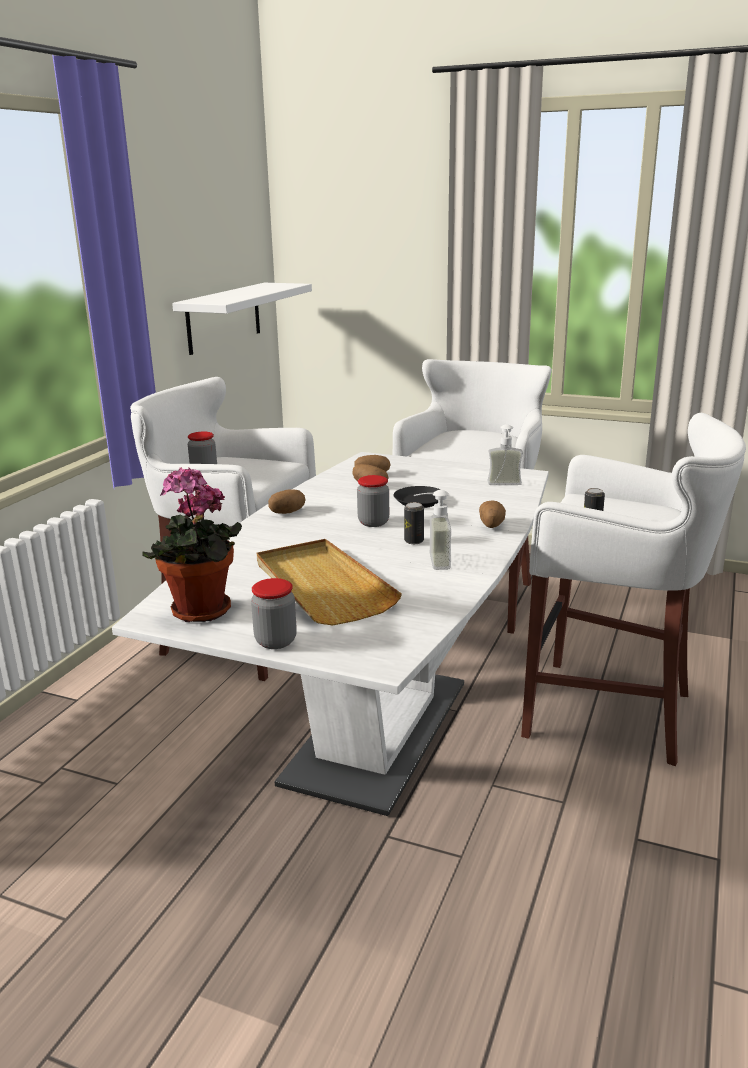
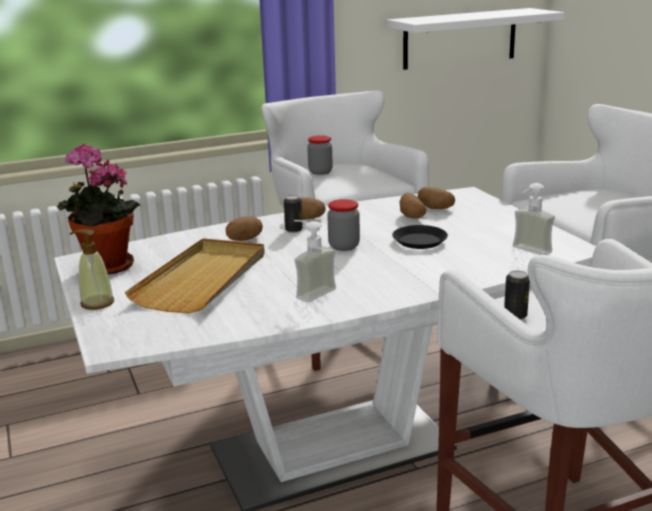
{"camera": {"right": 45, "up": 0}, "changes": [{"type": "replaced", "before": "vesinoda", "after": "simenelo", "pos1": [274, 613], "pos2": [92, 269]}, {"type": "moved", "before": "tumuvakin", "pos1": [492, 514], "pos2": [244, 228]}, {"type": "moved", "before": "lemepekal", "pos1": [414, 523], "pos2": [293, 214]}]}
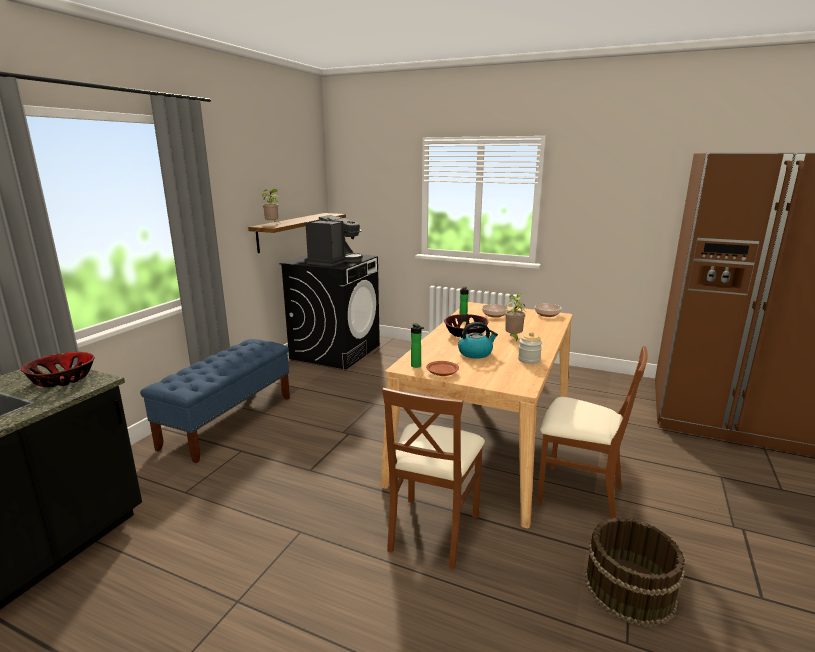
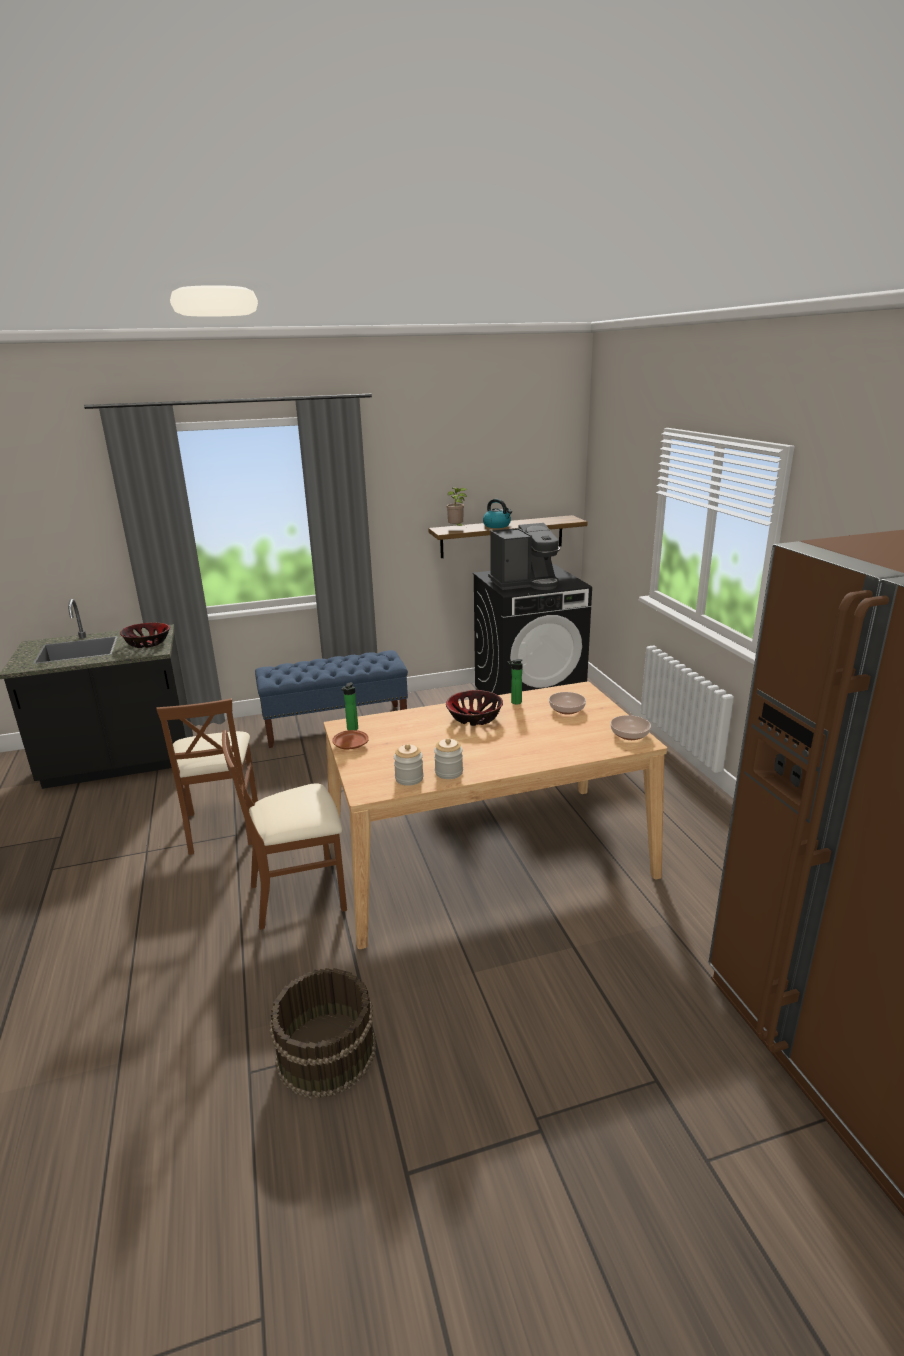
{"camera": {"right": 50, "up": 5}, "changes": [{"type": "moved", "before": "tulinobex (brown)", "pos1": [592, 433], "pos2": [207, 776]}, {"type": "added", "after": "vesinoda", "pos2": [409, 765]}, {"type": "moved", "before": "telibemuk", "pos1": [478, 340], "pos2": [497, 513]}, {"type": "removed", "before": "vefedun", "pos1": [515, 318]}]}
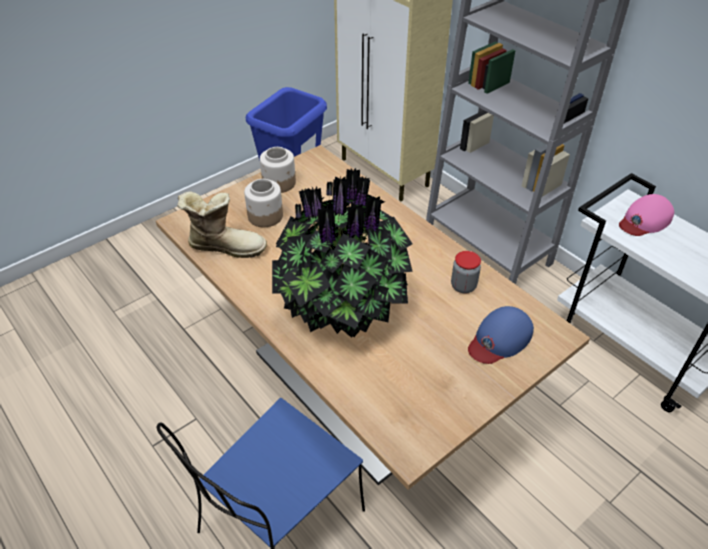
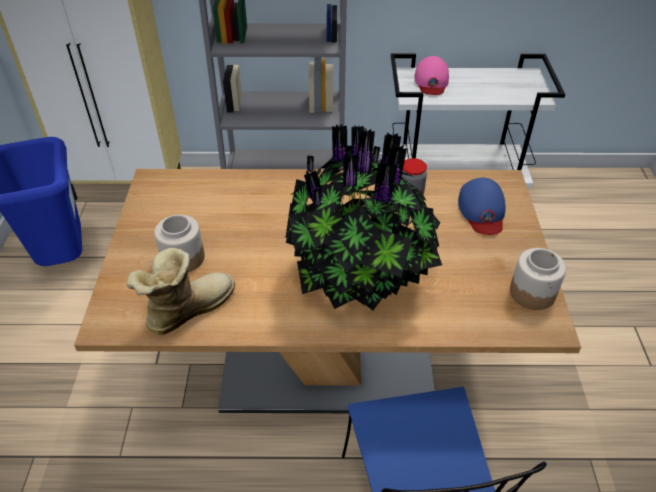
{"camera": {"right": -50, "up": 0}, "changes": [{"type": "moved", "before": "vesinoda", "pos1": [278, 170], "pos2": [538, 279]}]}
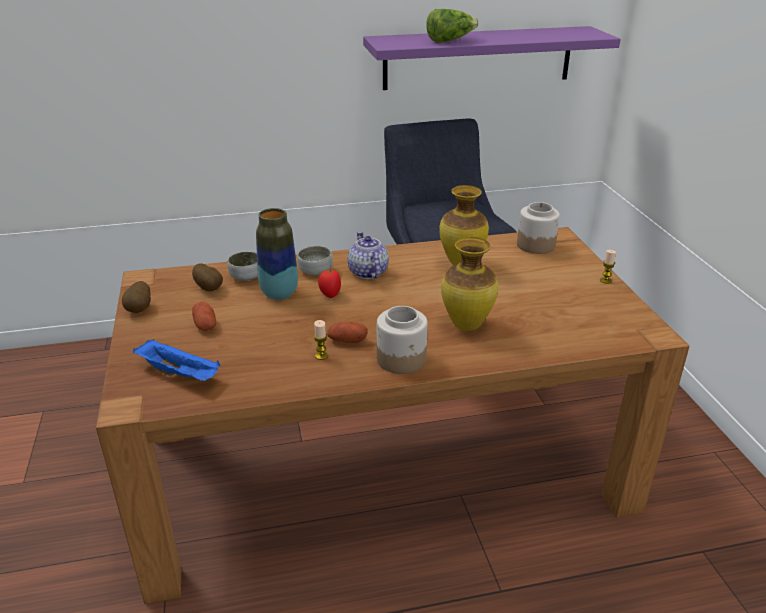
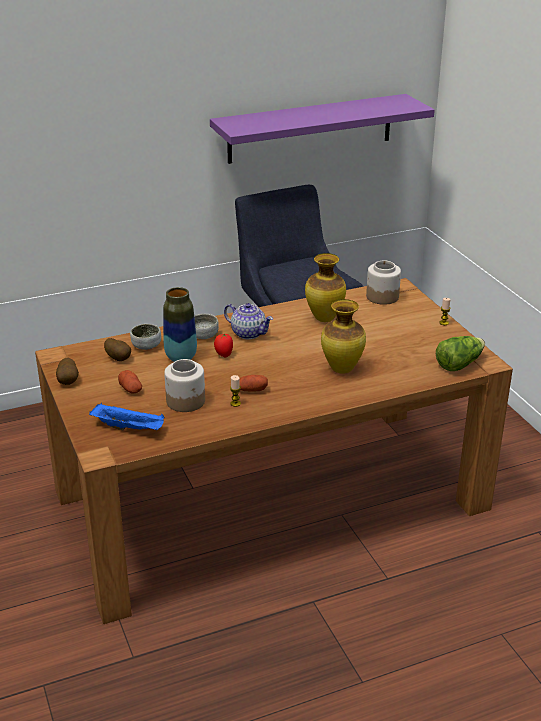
{"camera": {"right": -10, "up": 0}, "changes": [{"type": "moved", "before": "vesinoda", "pos1": [402, 340], "pos2": [184, 385]}, {"type": "turned", "before": "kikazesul", "pos1": [368, 255], "pos2": [248, 321], "turn": 150}, {"type": "moved", "before": "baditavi", "pos1": [452, 26], "pos2": [460, 353]}]}
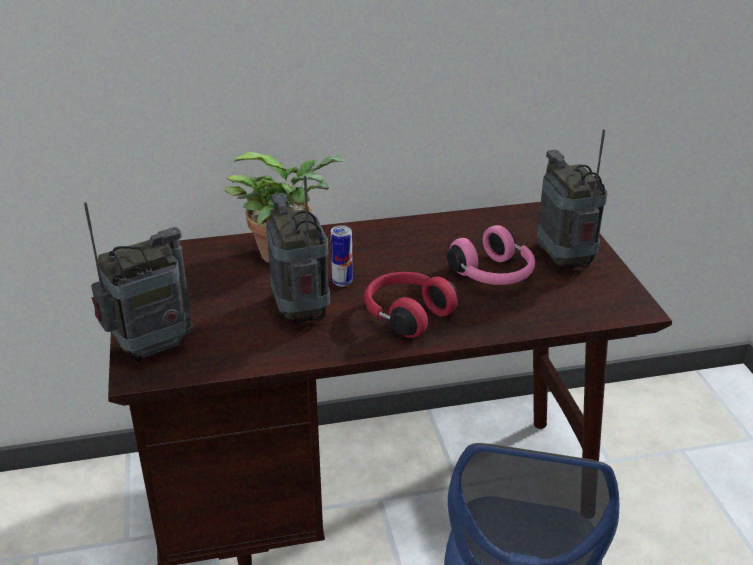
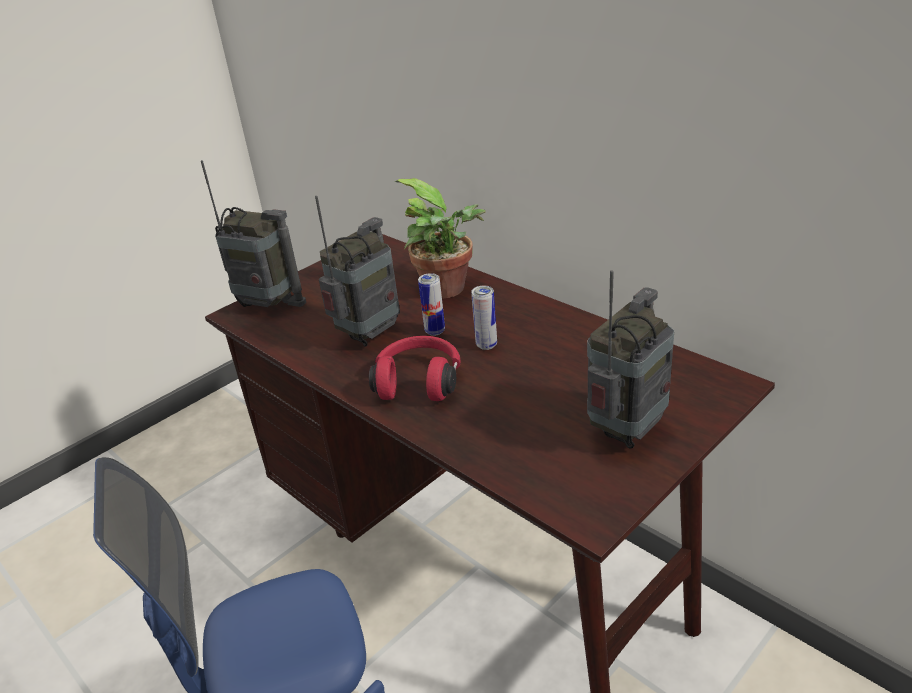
{"camera": {"right": 60, "up": 0}, "changes": [{"type": "added", "after": "lemepekal", "pos2": [484, 317]}, {"type": "removed", "before": "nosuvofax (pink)", "pos1": [491, 255]}]}
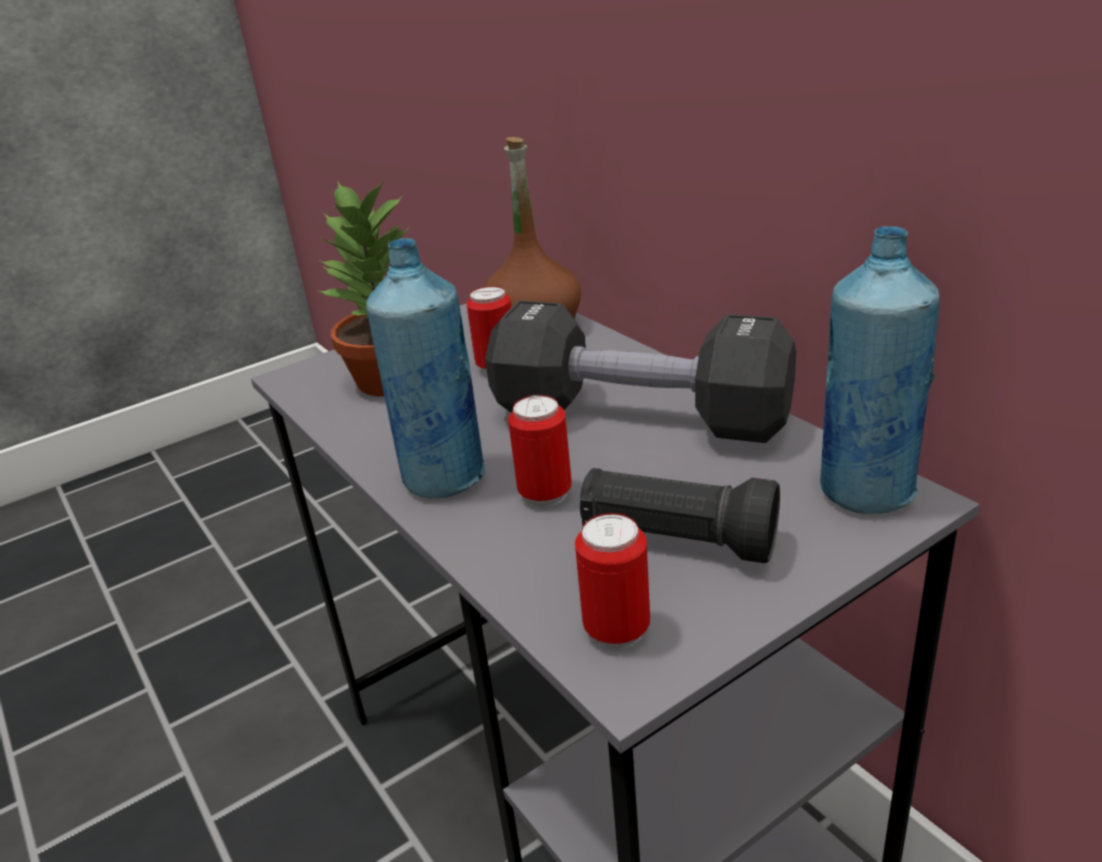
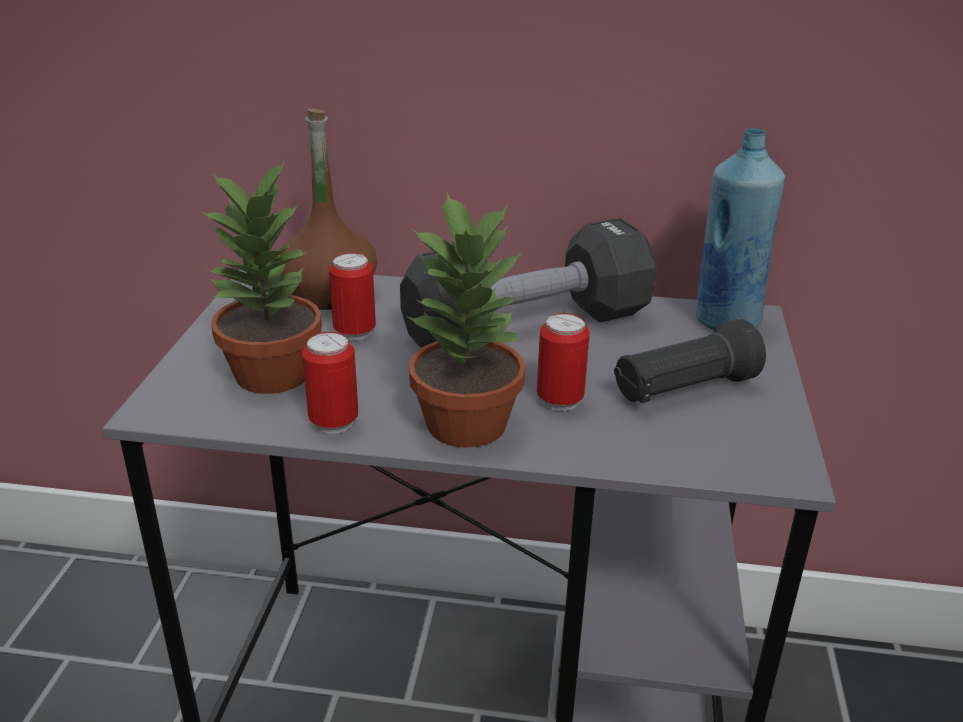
{"camera": {"right": -50, "up": 0}, "changes": [{"type": "moved", "before": "lemepekal", "pos1": [612, 581], "pos2": [330, 383]}, {"type": "replaced", "before": "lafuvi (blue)", "after": "vefedun", "pos1": [425, 368], "pos2": [467, 319]}]}
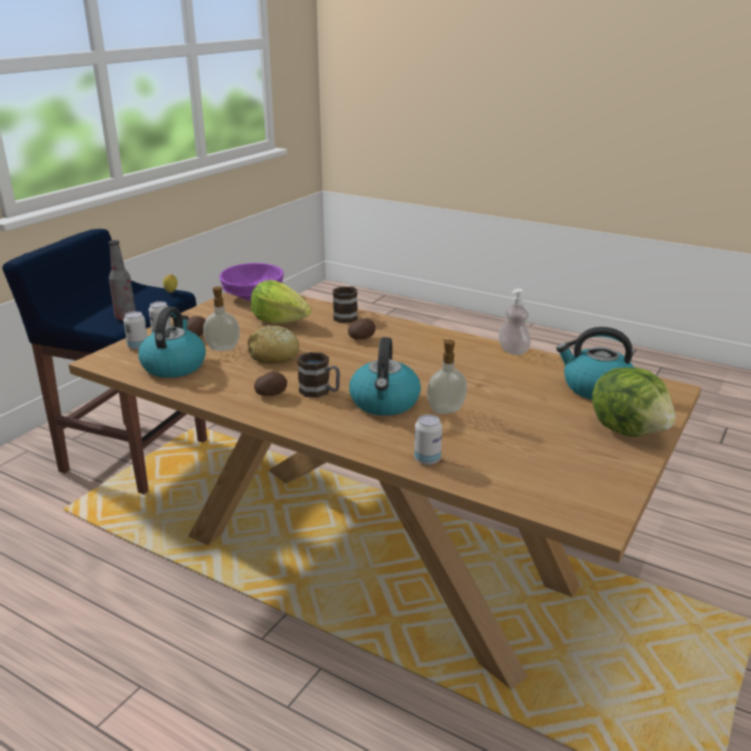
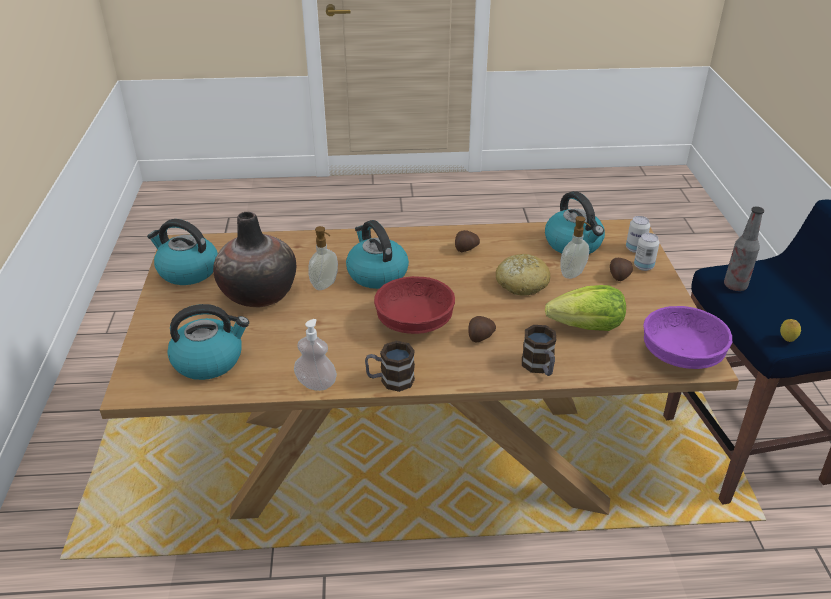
{"camera": {"right": 145, "up": 10}, "changes": [{"type": "added", "after": "telibemuk", "pos2": [182, 252]}, {"type": "added", "after": "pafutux", "pos2": [254, 259]}, {"type": "moved", "before": "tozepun", "pos1": [318, 375], "pos2": [390, 366]}, {"type": "added", "after": "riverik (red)", "pos2": [414, 305]}, {"type": "removed", "before": "lemepekal", "pos1": [428, 439]}, {"type": "removed", "before": "baditavi", "pos1": [634, 402]}]}
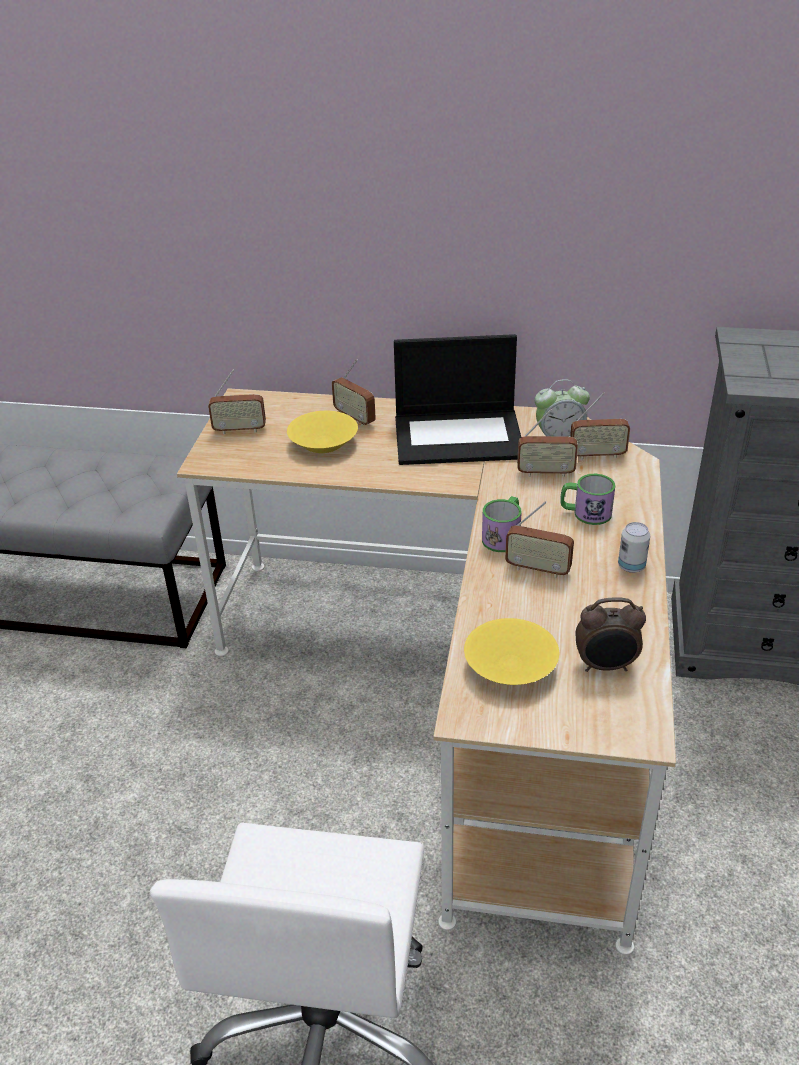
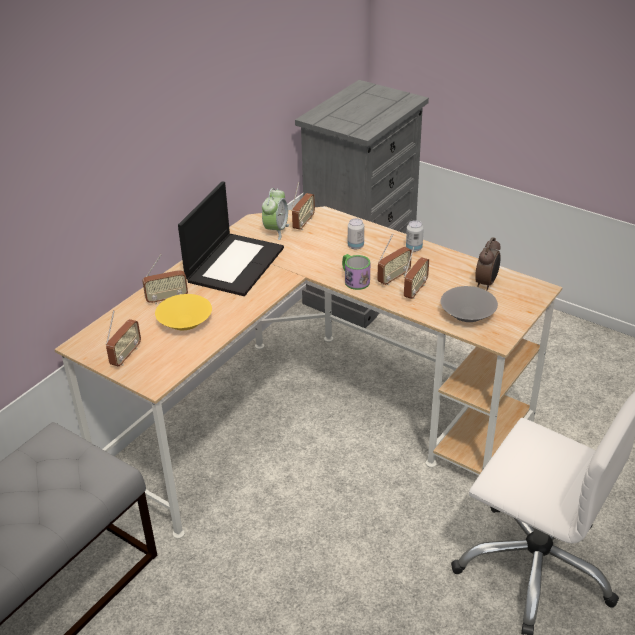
{"camera": {"right": -65, "up": 0}, "changes": [{"type": "replaced", "before": "tozepun", "after": "lemepekal", "pos1": [588, 499], "pos2": [356, 234]}, {"type": "moved", "before": "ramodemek", "pos1": [547, 443], "pos2": [416, 272]}, {"type": "recoloured", "before": "riverik (yellow)", "after": "riverik (grey)", "pos1": [512, 651], "pos2": [469, 304]}]}
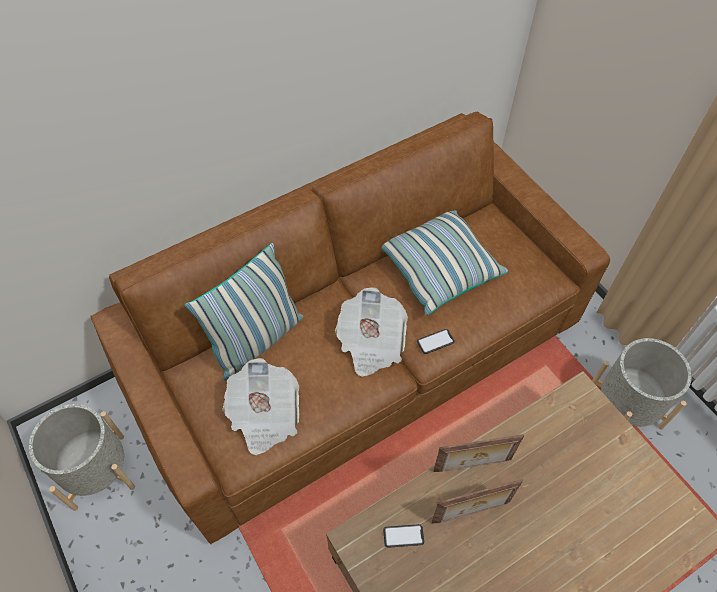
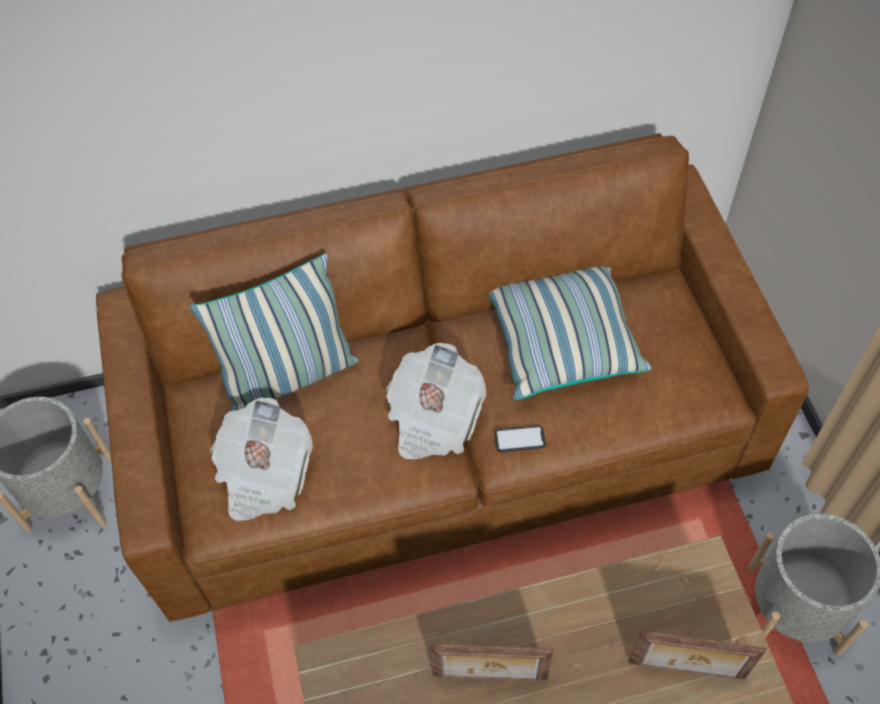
{"camera": {"right": 20, "up": 0}, "changes": [{"type": "moved", "before": "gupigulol", "pos1": [478, 453], "pos2": [698, 655]}, {"type": "removed", "before": "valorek", "pos1": [403, 536]}]}
